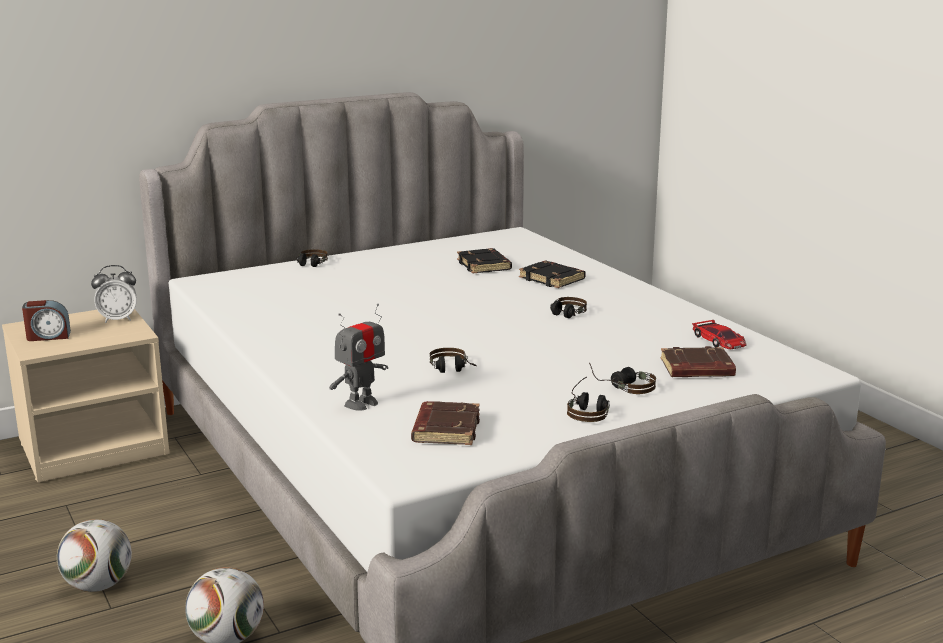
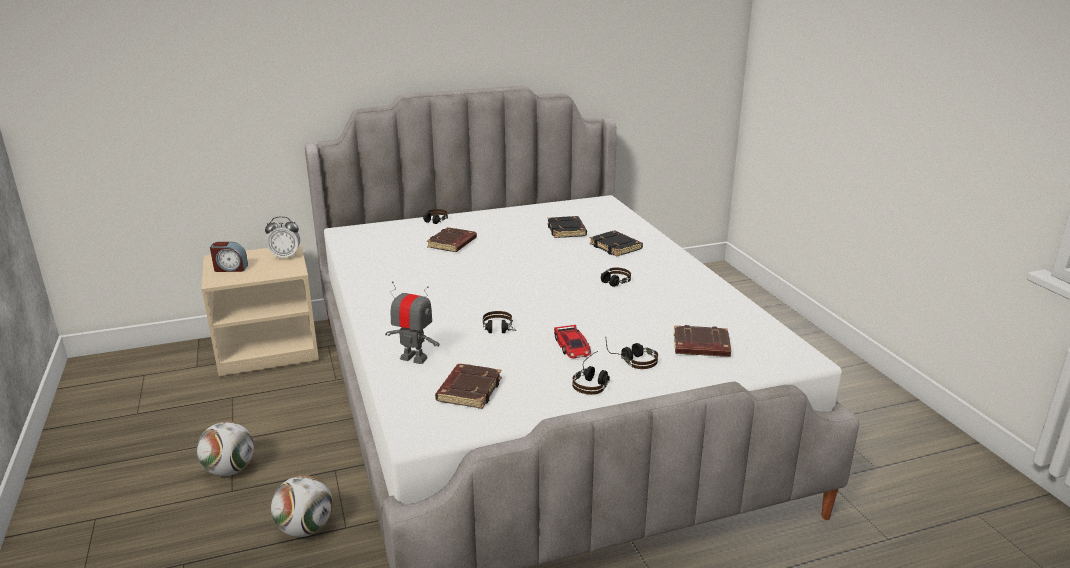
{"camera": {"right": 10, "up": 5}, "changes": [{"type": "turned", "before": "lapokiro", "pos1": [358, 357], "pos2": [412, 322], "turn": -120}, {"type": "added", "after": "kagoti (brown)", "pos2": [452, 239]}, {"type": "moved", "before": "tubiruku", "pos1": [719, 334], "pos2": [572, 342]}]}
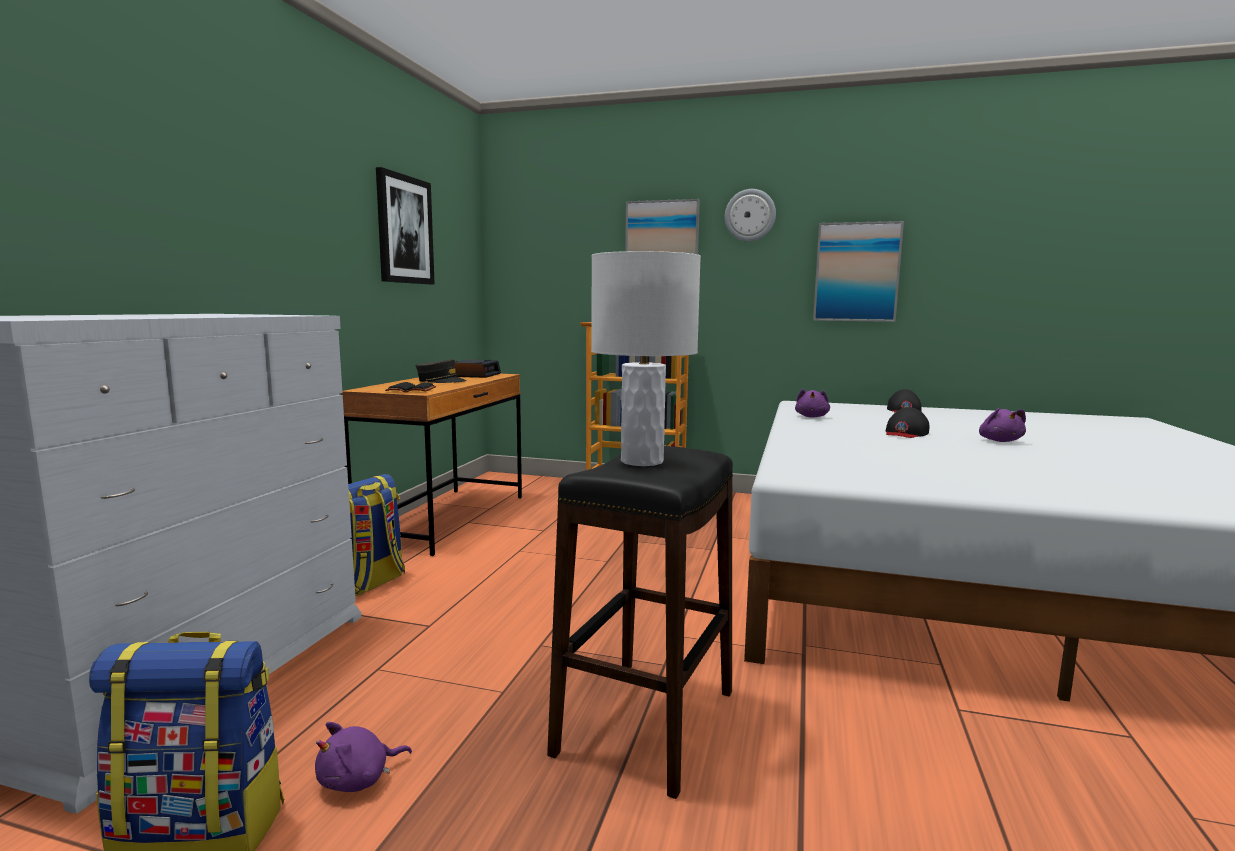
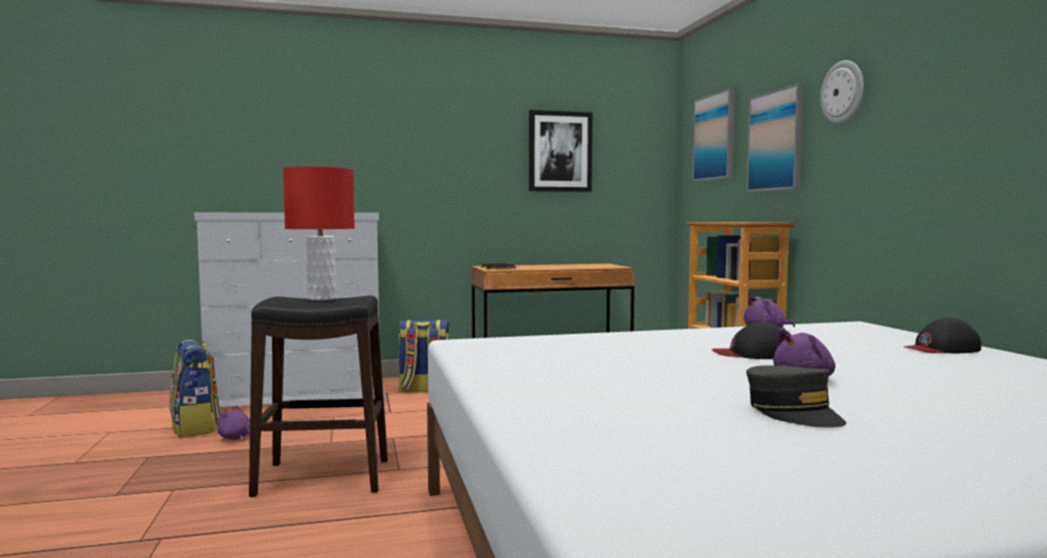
{"camera": {"right": 60, "up": -5}, "changes": [{"type": "recoloured", "before": "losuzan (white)", "after": "losuzan (red)", "pos1": [646, 358], "pos2": [319, 233]}, {"type": "moved", "before": "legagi", "pos1": [858, 271], "pos2": [713, 134]}, {"type": "moved", "before": "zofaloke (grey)", "pos1": [441, 371], "pos2": [796, 396]}, {"type": "removed", "before": "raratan", "pos1": [478, 368]}]}
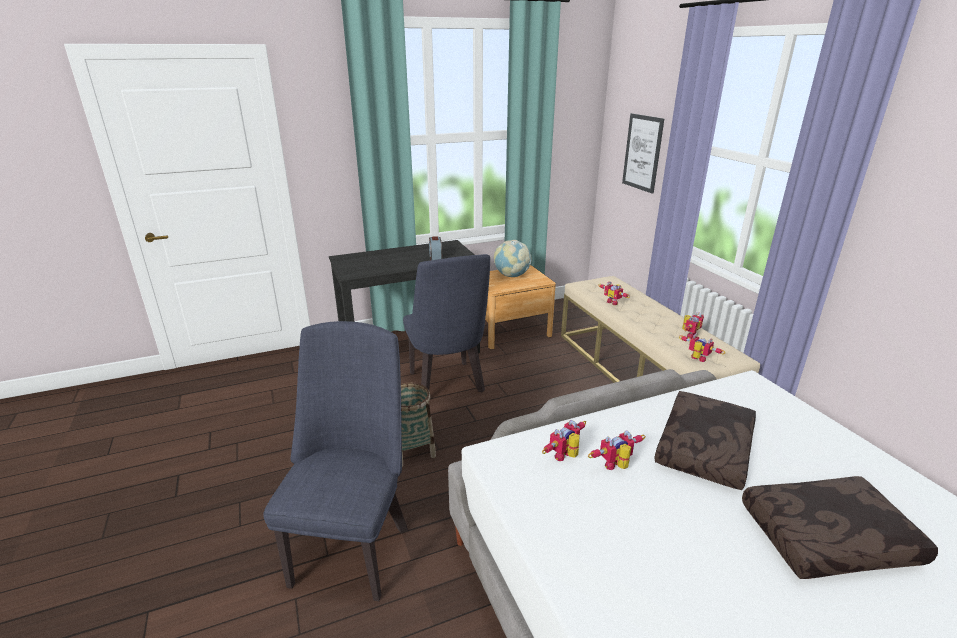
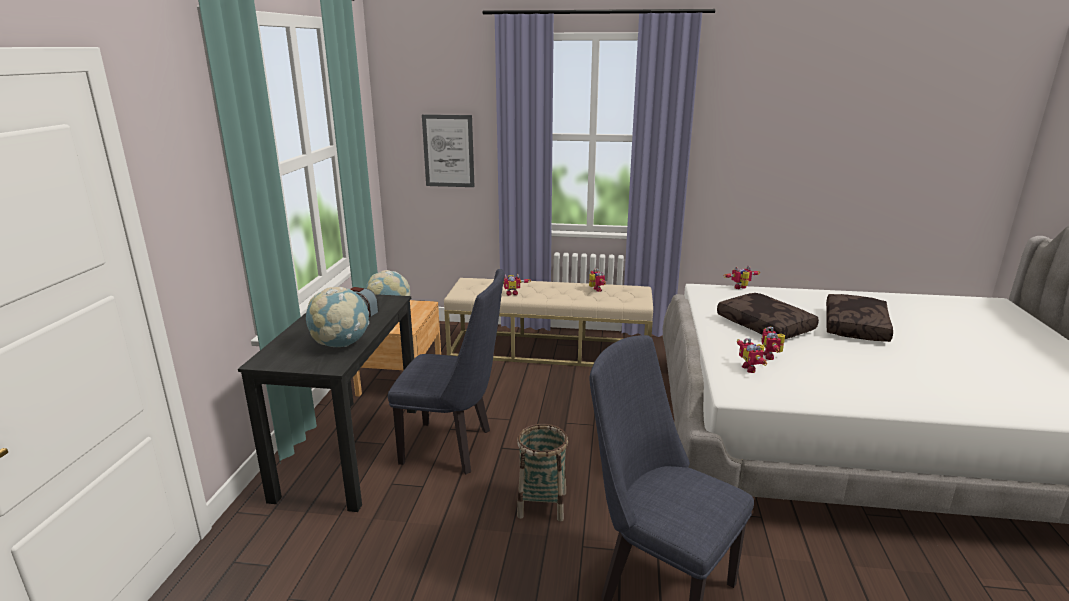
{"camera": {"right": -60, "up": -5}, "changes": [{"type": "added", "after": "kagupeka", "pos2": [337, 317]}, {"type": "moved", "before": "lapokiro", "pos1": [702, 347], "pos2": [741, 277]}]}
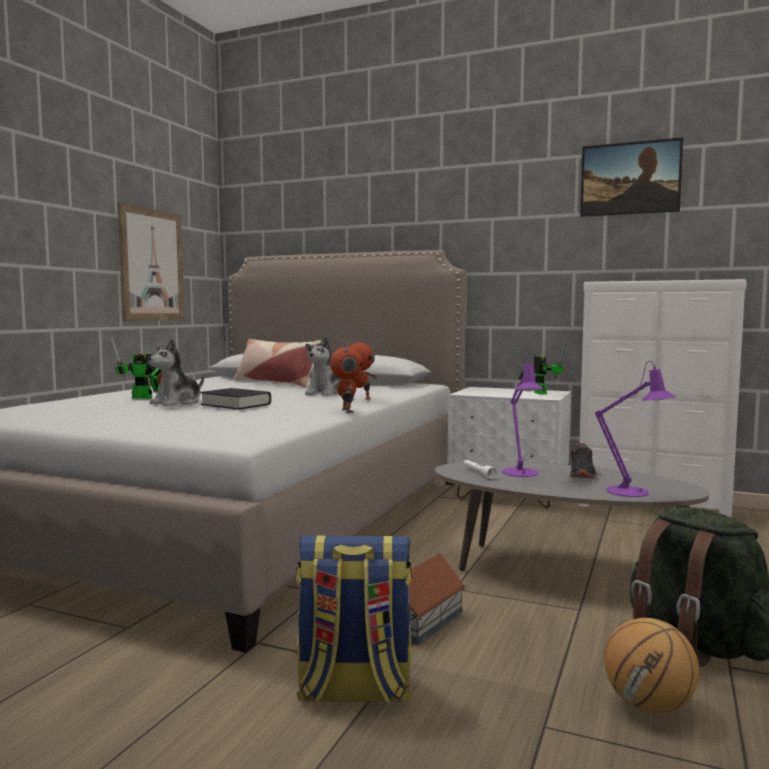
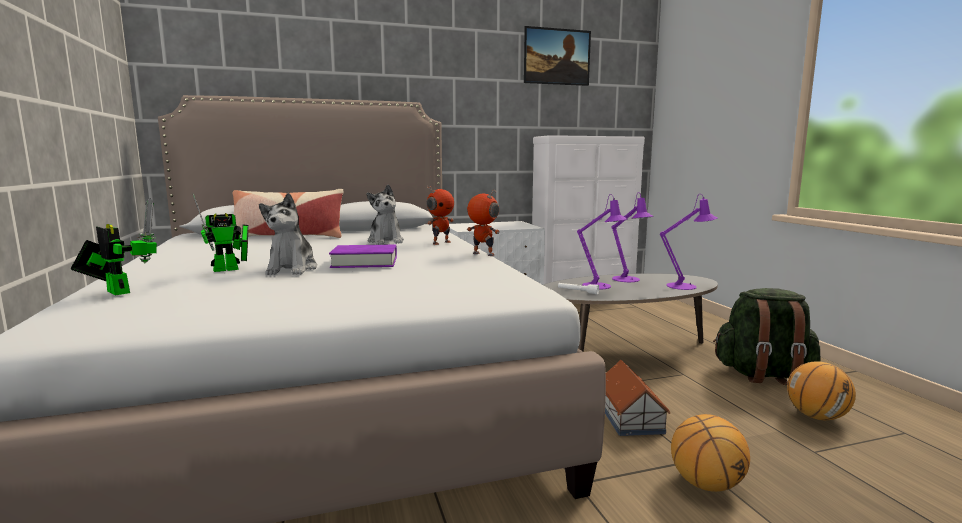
{"camera": {"right": -40, "up": 5}, "changes": [{"type": "moved", "before": "lapokiro", "pos1": [542, 367], "pos2": [114, 246]}, {"type": "recoloured", "before": "kagoti (black)", "after": "kagoti (purple)", "pos1": [235, 399], "pos2": [363, 256]}, {"type": "replaced", "before": "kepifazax", "after": "losuzan (purple)", "pos1": [583, 460], "pos2": [632, 237]}, {"type": "replaced", "before": "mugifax", "after": "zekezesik", "pos1": [354, 619], "pos2": [710, 453]}, {"type": "removed", "before": "legagi", "pos1": [151, 262]}]}
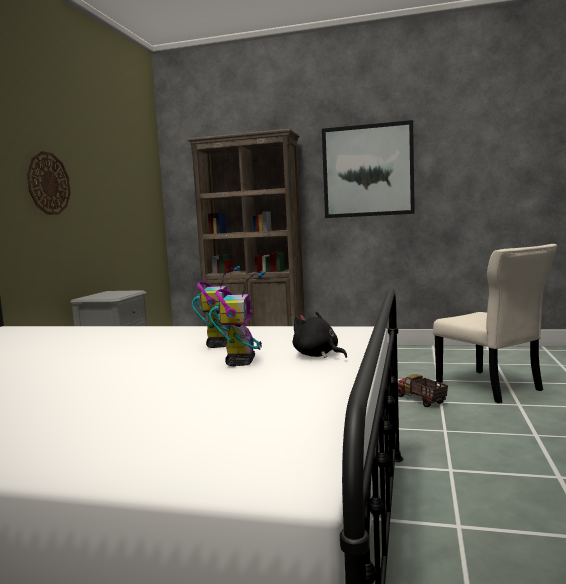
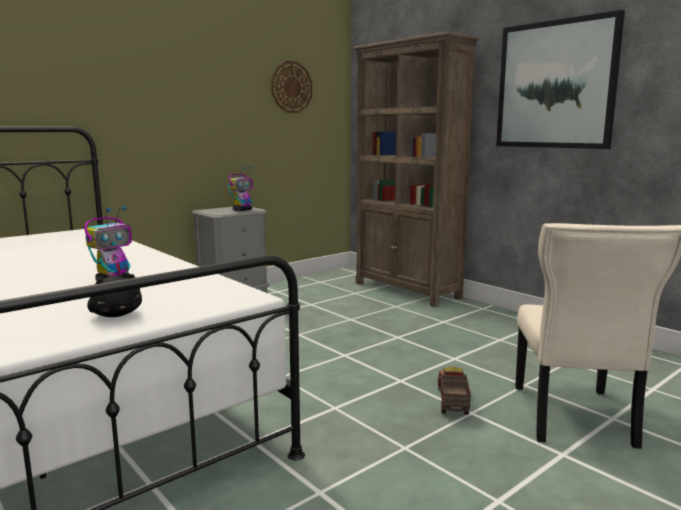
{"camera": {"right": 35, "up": 5}, "changes": [{"type": "turned", "before": "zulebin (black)", "pos1": [320, 334], "pos2": [114, 295], "turn": 150}, {"type": "moved", "before": "lapokiro", "pos1": [237, 318], "pos2": [240, 189]}, {"type": "moved", "before": "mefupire", "pos1": [48, 183], "pos2": [291, 87]}]}
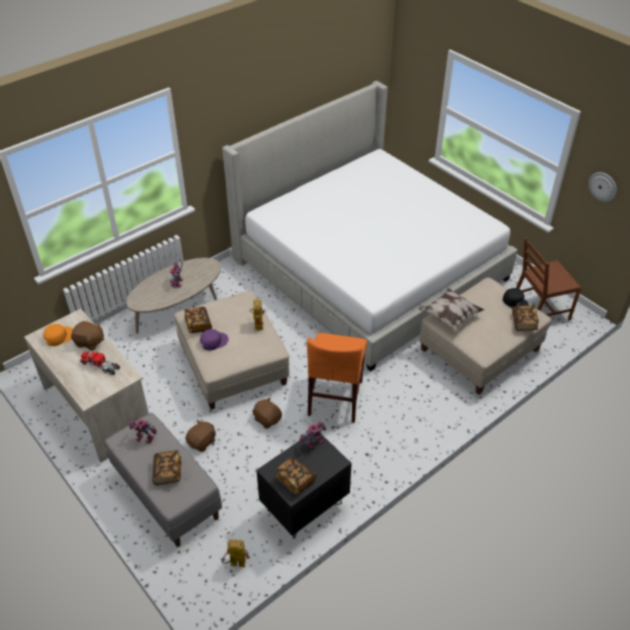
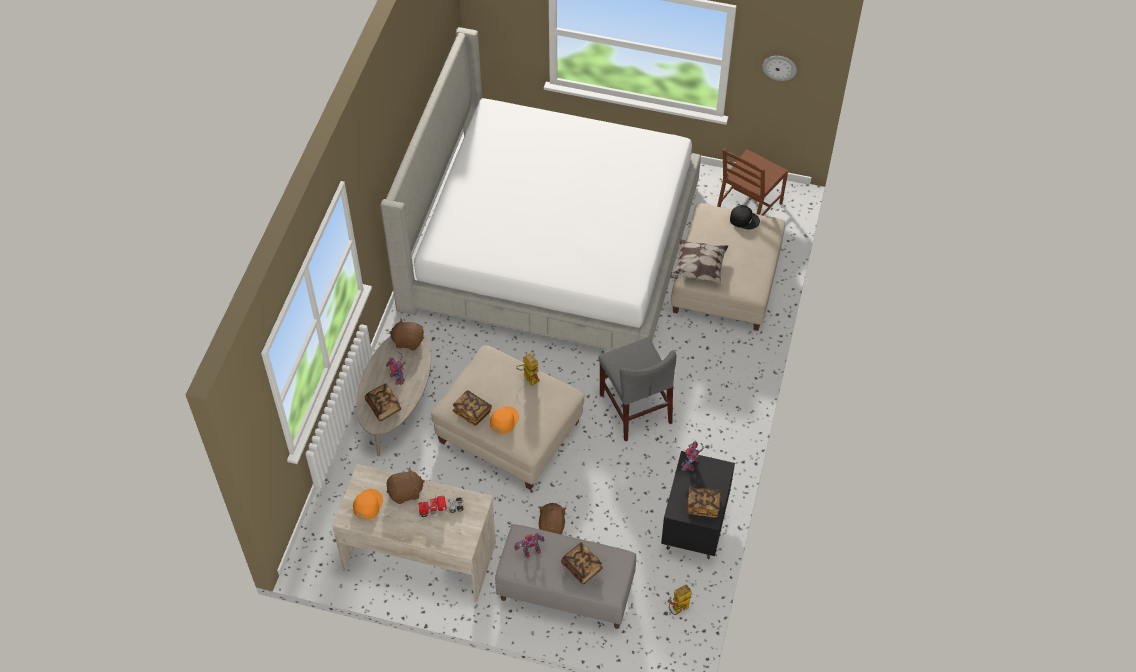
{"camera": {"right": -35, "up": 10}, "changes": [{"type": "moved", "before": "kagoti", "pos1": [525, 318], "pos2": [383, 402]}, {"type": "moved", "before": "zulebin (brown)", "pos1": [267, 413], "pos2": [406, 335]}, {"type": "recoloured", "before": "zofaloke (purple)", "after": "zofaloke (orange)", "pos1": [214, 339], "pos2": [504, 420]}, {"type": "recoloured", "before": "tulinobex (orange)", "after": "tulinobex (grey)", "pos1": [337, 378], "pos2": [637, 389]}]}
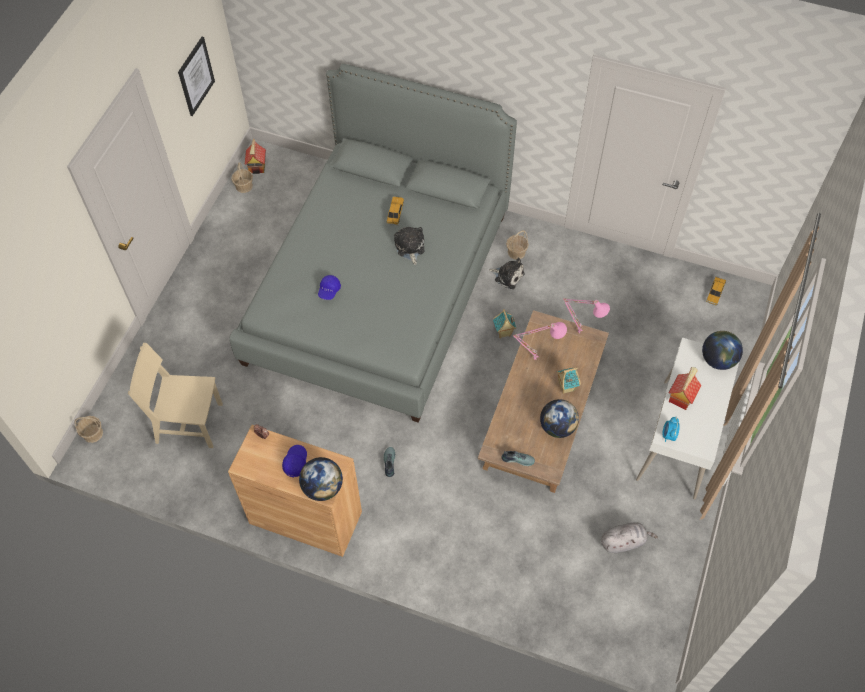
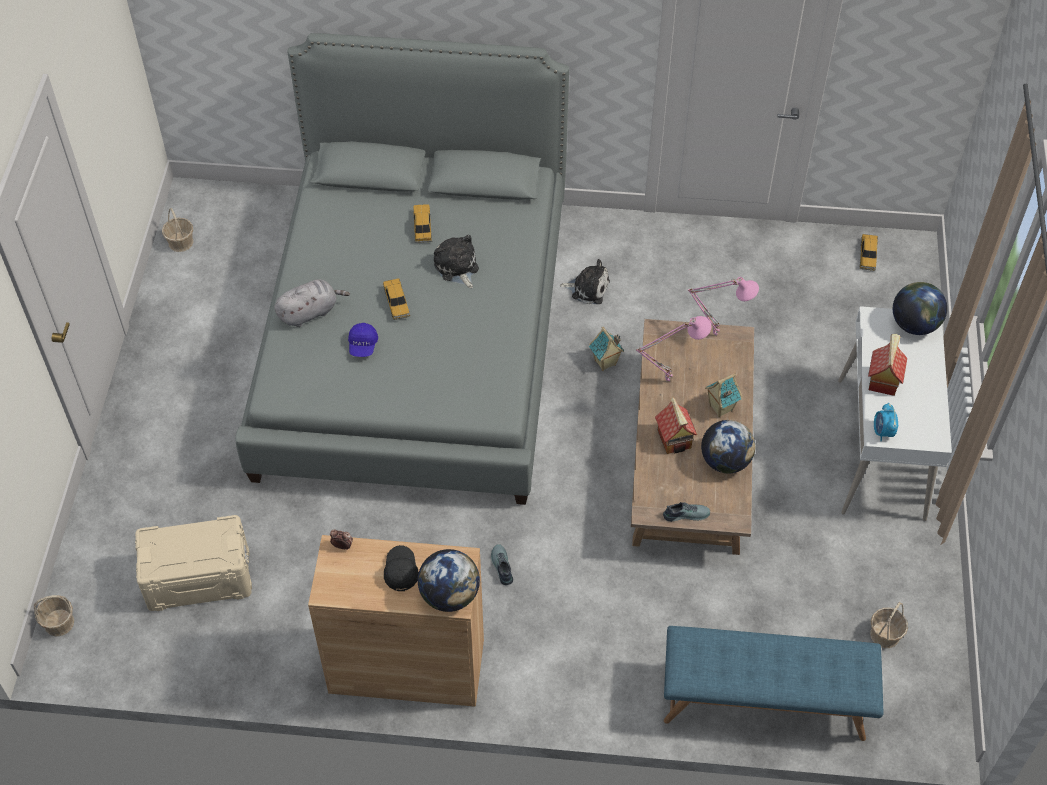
{"camera": {"right": -15, "up": -5}, "changes": [{"type": "replaced", "before": "tulinobex (beige)", "after": "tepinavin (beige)", "pos1": [175, 395], "pos2": [193, 563]}, {"type": "moved", "before": "zulebin (grey)", "pos1": [629, 537], "pos2": [312, 303]}, {"type": "added", "after": "tubiruku", "pos2": [396, 299]}, {"type": "recoloured", "before": "zofaloke (blue)", "after": "zofaloke (black)", "pos1": [294, 461], "pos2": [401, 568]}, {"type": "moved", "before": "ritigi", "pos1": [255, 156], "pos2": [676, 425]}, {"type": "added", "after": "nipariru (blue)", "pos2": [773, 683]}, {"type": "moved", "before": "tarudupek", "pos1": [517, 245], "pos2": [889, 625]}, {"type": "removed", "before": "legagi", "pos1": [196, 76]}]}
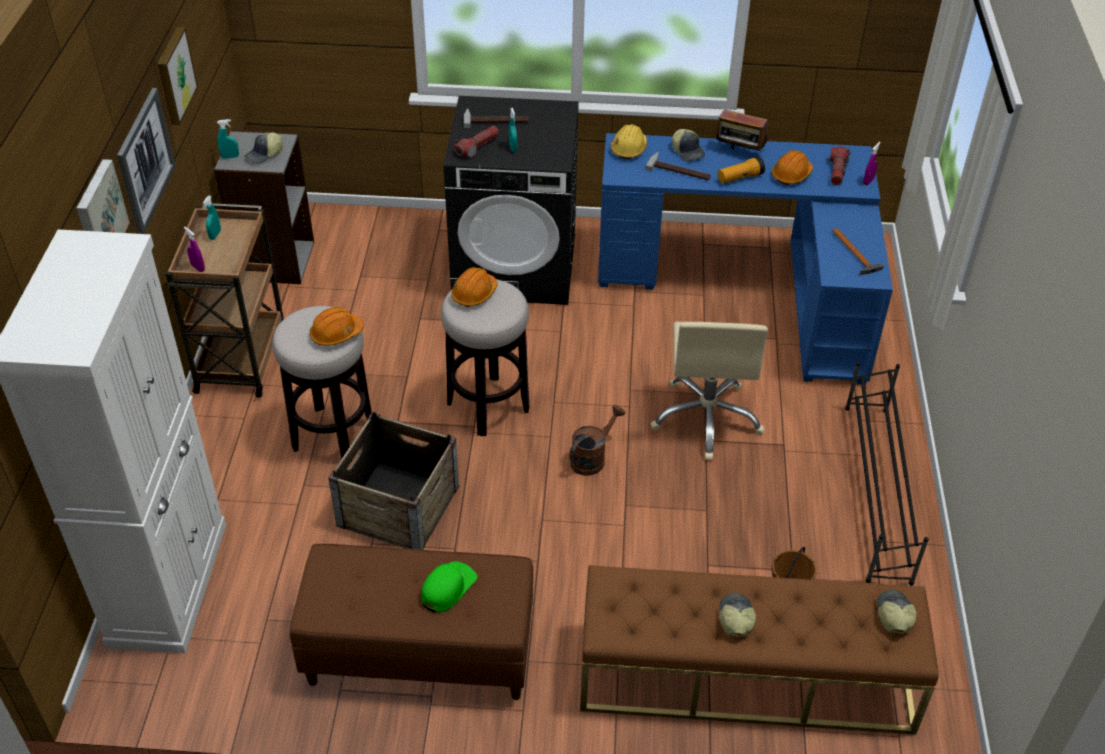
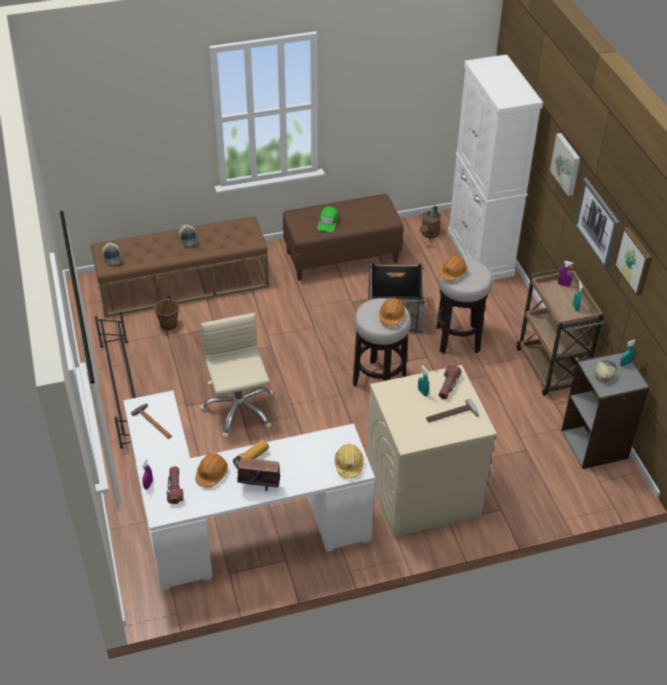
{"camera": {"right": 160, "up": 0}, "changes": [{"type": "recoloured", "before": "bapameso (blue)", "after": "bapameso (white)", "pos1": [745, 259], "pos2": [249, 490]}, {"type": "recoloured", "before": "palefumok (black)", "after": "palefumok (beige)", "pos1": [511, 200], "pos2": [432, 451]}, {"type": "moved", "before": "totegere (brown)", "pos1": [597, 440], "pos2": [430, 222]}, {"type": "removed", "before": "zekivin", "pos1": [678, 166]}, {"type": "removed", "before": "zofaloke", "pos1": [688, 145]}]}
